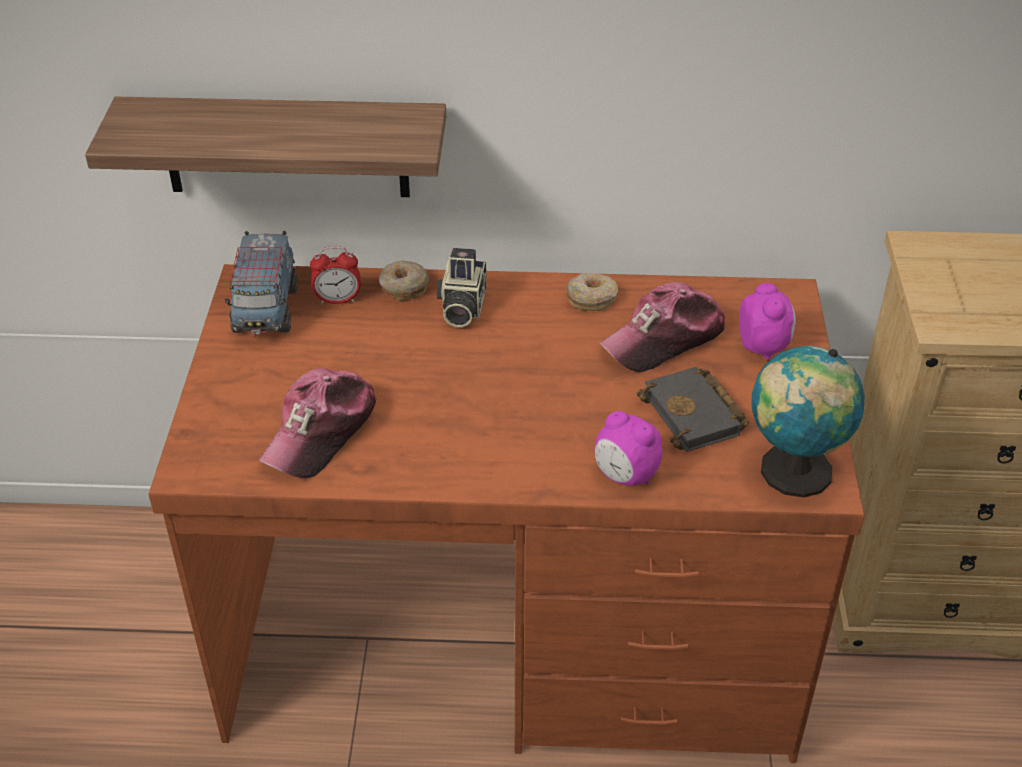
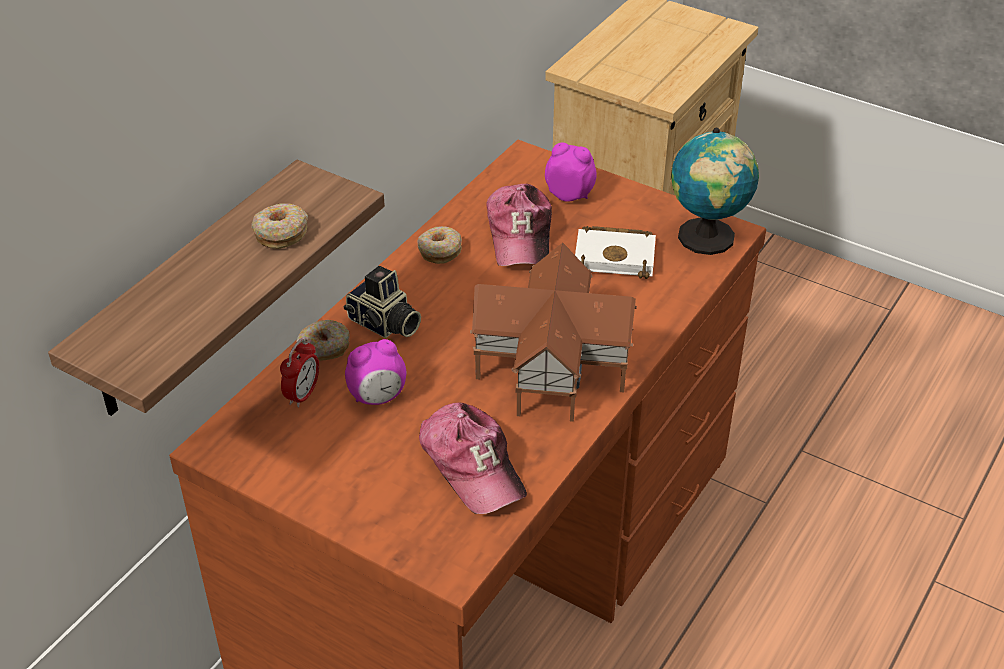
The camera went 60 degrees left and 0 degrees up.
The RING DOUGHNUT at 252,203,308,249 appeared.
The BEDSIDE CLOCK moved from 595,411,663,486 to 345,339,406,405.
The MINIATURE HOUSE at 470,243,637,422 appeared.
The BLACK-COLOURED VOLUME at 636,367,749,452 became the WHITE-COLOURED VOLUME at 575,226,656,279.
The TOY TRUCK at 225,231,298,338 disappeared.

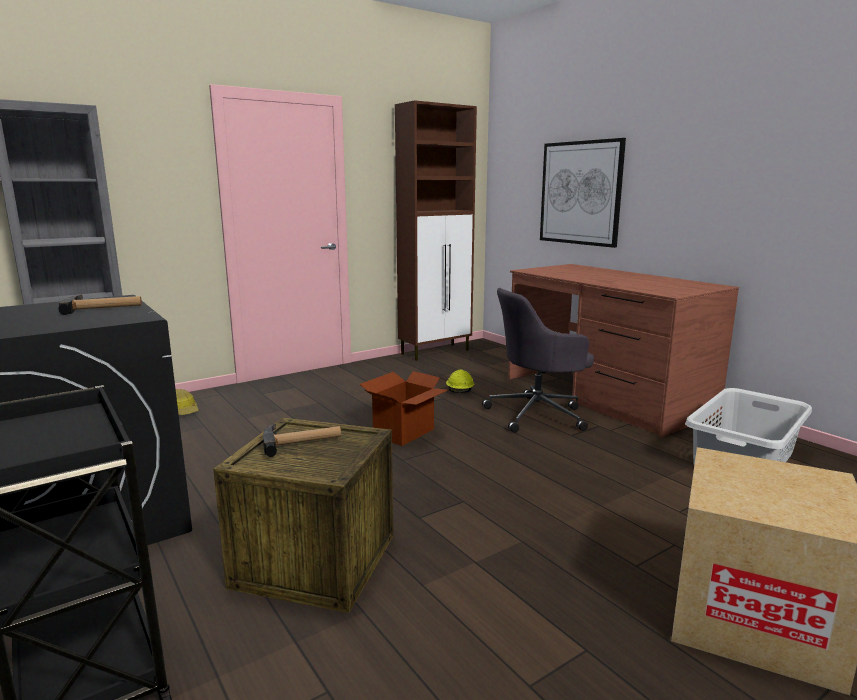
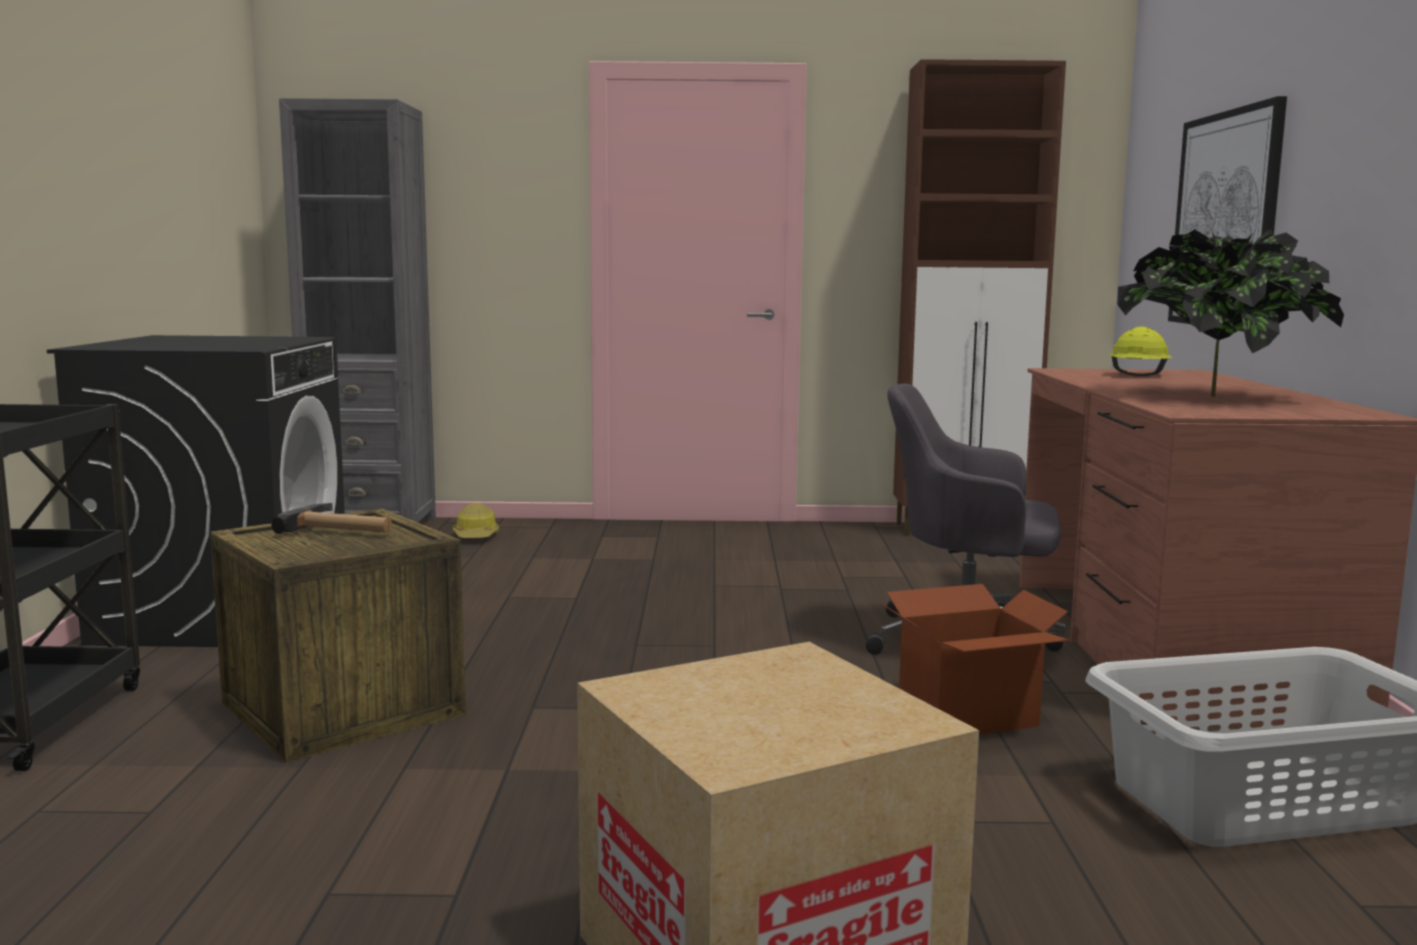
The camera went 35 degrees right and 5 degrees down.
The CARDBOARD BOX moved from 359,371,448,446 to 881,584,1070,735.
The YELLOW WORK HELMET moved from 446,370,474,393 to 1110,327,1172,376.
The PLANT IN A POT at 1117,229,1344,397 appeared.
The HAND HAMMER at 58,295,142,315 disappeared.

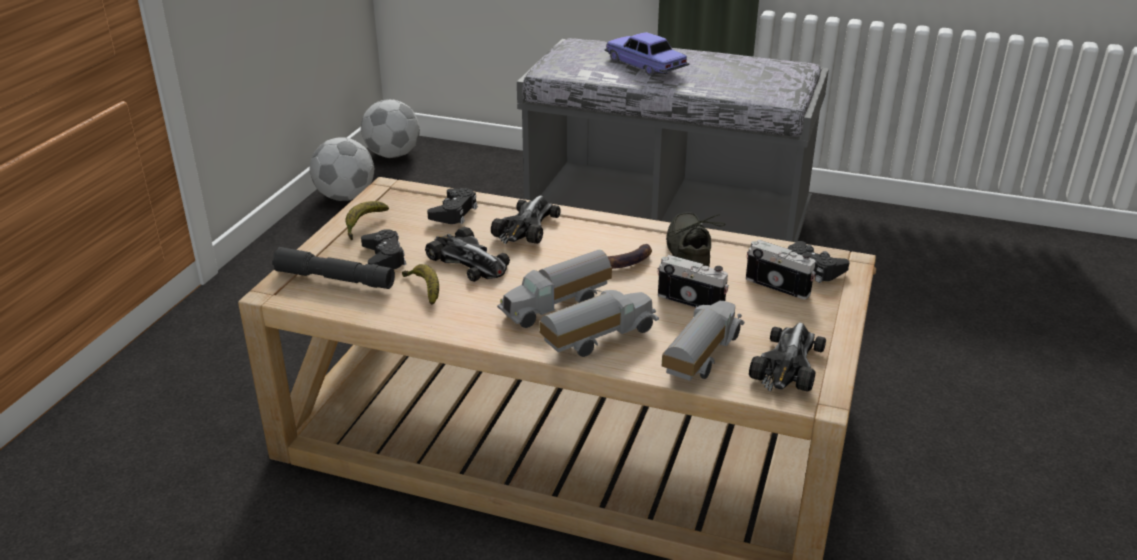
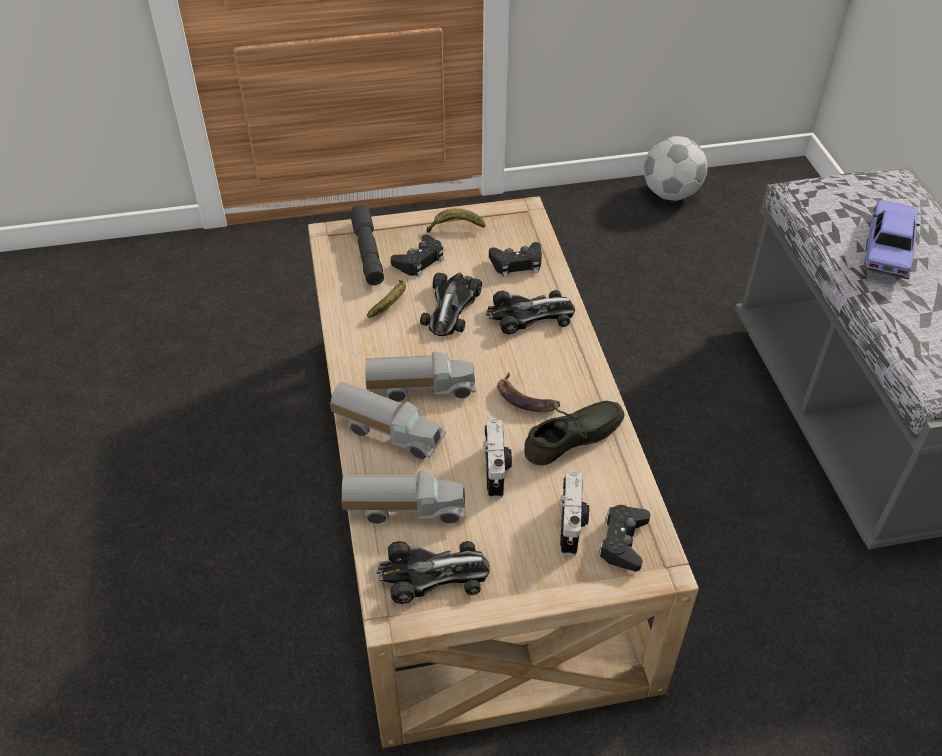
The camera went 60 degrees right and 15 degrees up.
The TOY TRUCK at 497,250,612,328 turned 150 degrees clockwise.
The BALL FOR FOOTBALL at 361,99,420,158 disappeared.

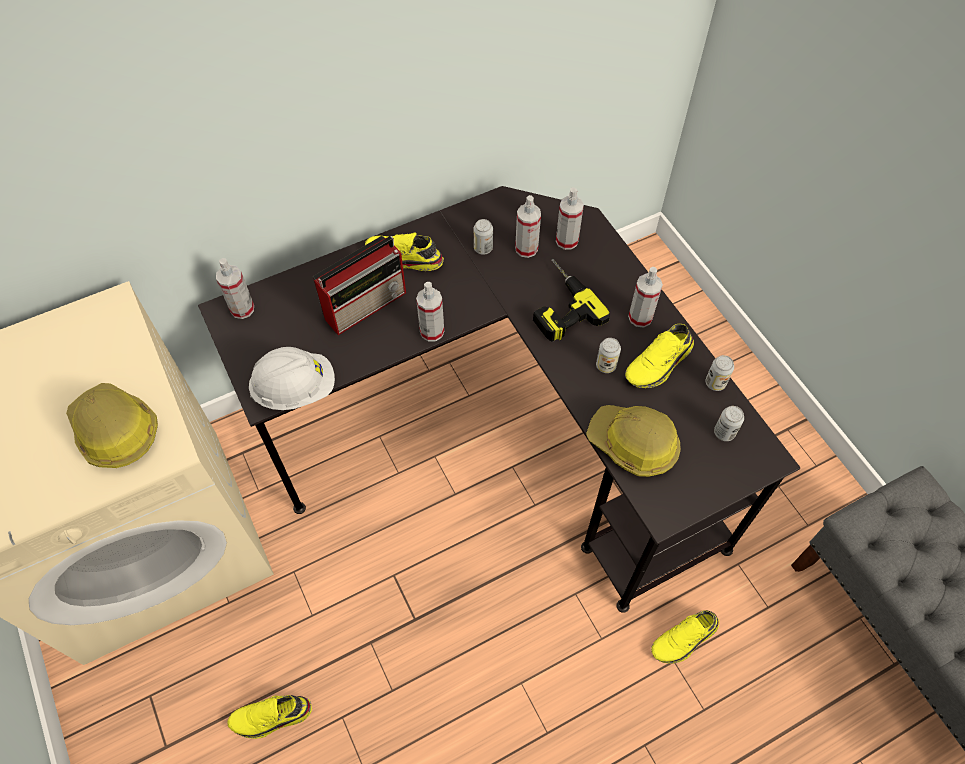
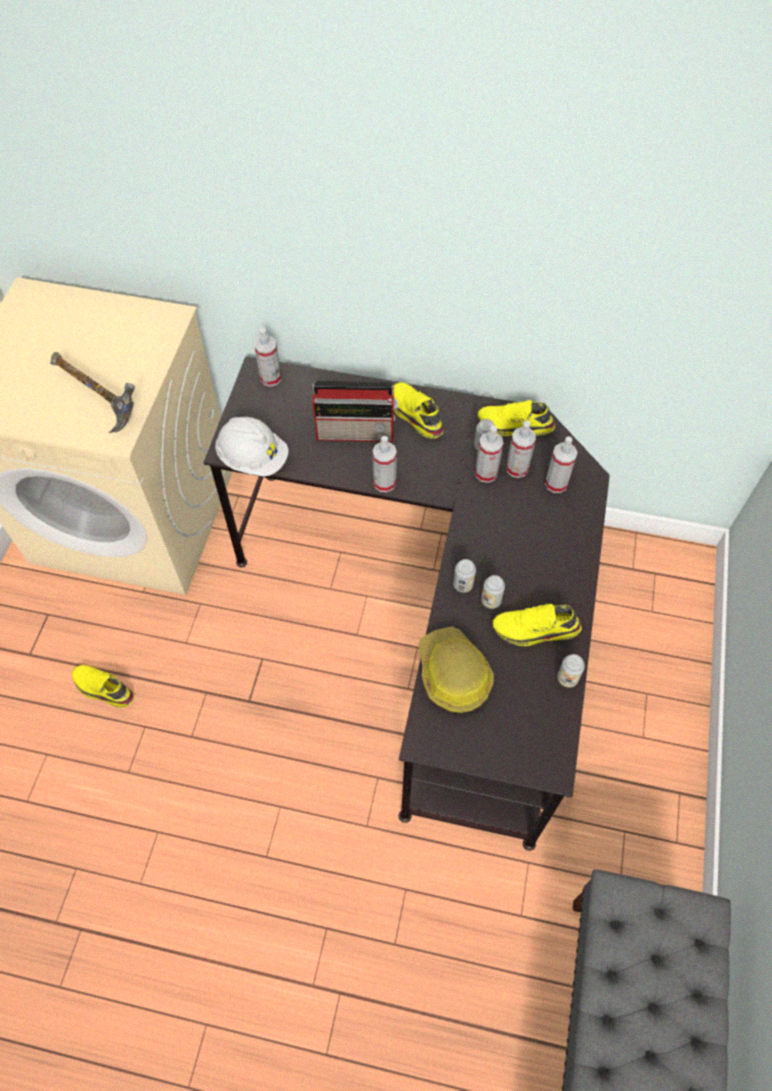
The camera went 40 degrees right and 0 degrees up.
The WORK HELMET at 66,383,158,468 was replaced by the HAND HAMMER at 50,352,135,433.
The METAL CAN moved from 714,406,744,441 to 453,559,476,593.
The SPRAYER moved from 628,267,663,327 to 475,426,503,483.
The YELLOW ITEM OF FOOTWEAR moved from 651,610,719,664 to 478,400,555,436.
The ELECTRIC DRILL at 533,258,610,342 disappeared.

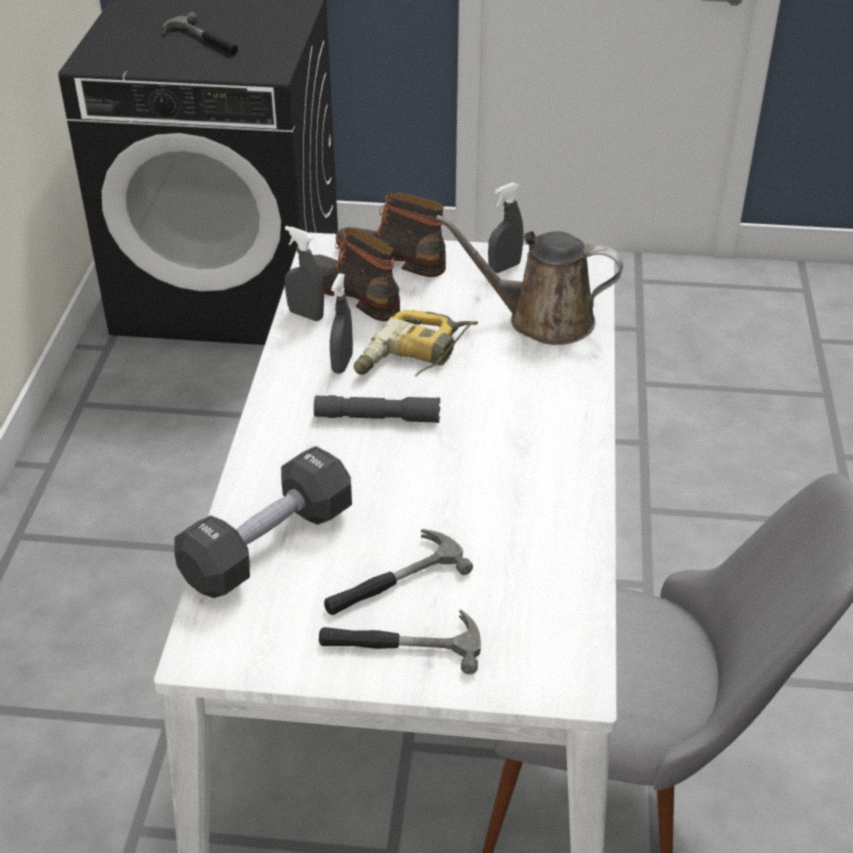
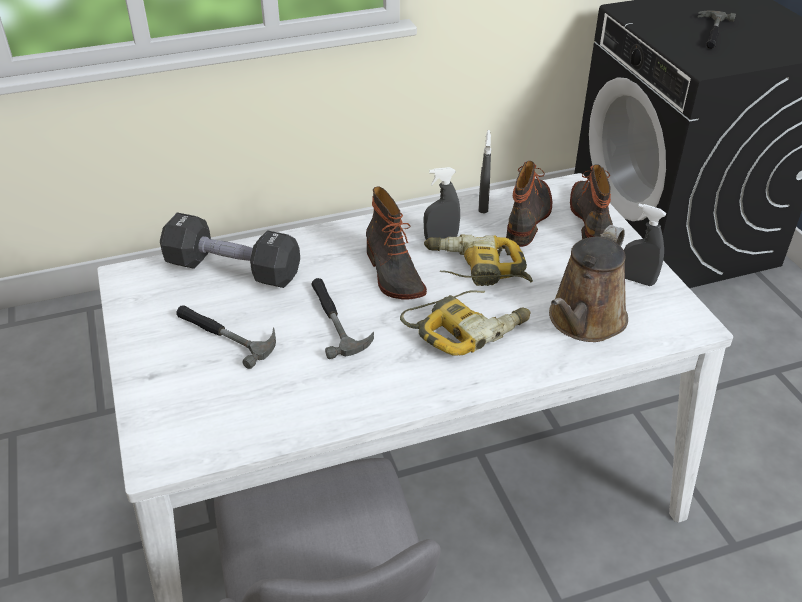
The camera went 65 degrees right and 0 degrees up.
The HAND HAMMER moved from 319,610,481,674 to 311,278,374,359.
The GREY HAND TORCH at 314,395,440,423 was replaced by the BOOT at 366,186,427,300.
The ELECTRIC DRILL at 400,290,531,355 appeared.
The BROWN WATERING CAN at 436,215,623,345 turned 135 degrees counterclockwise.

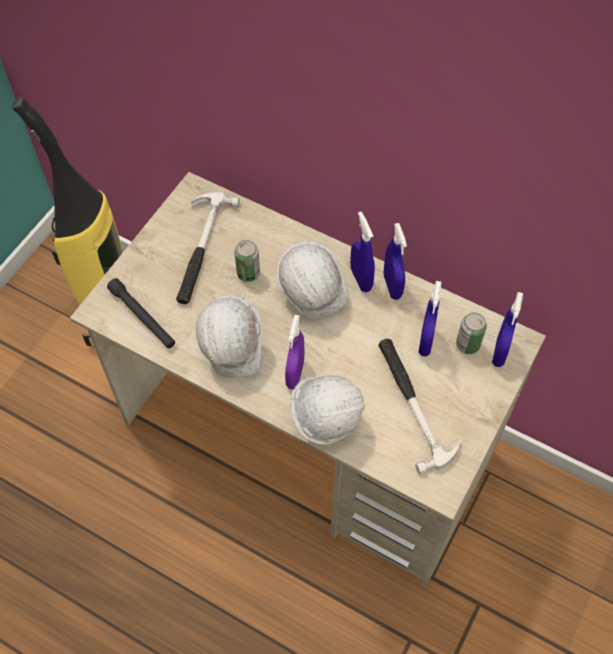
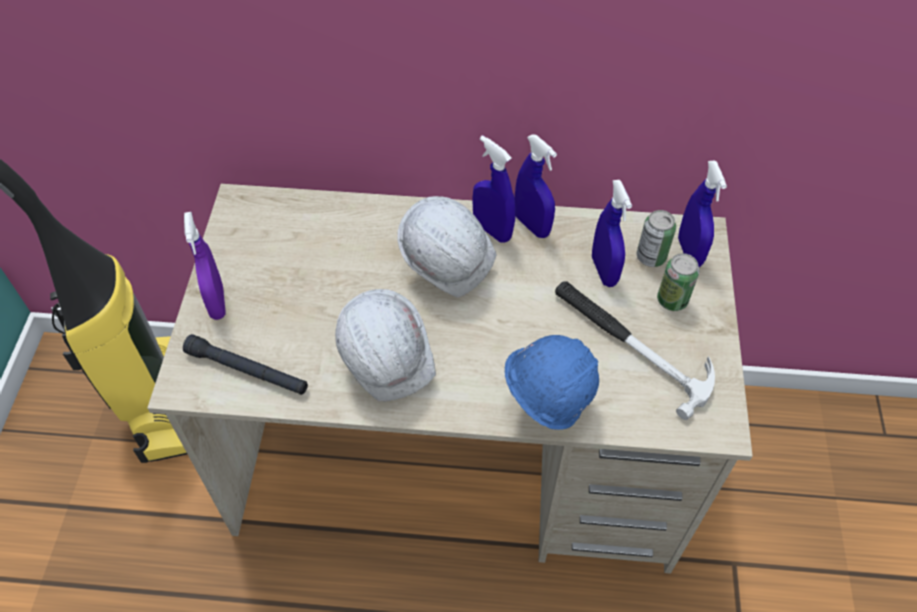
The camera went 25 degrees left and 5 degrees down.
The PURPLE SPRAYER moved from 285,315,304,390 to 184,212,226,320.
The WHITE-COLOURED WORK HELMET at 290,375,365,445 became the BLUE WORK HELMET at 505,335,599,430.
The METAL CAN moved from 234,240,260,282 to 657,253,699,311.
The HAND HAMMER at 176,192,240,304 disappeared.

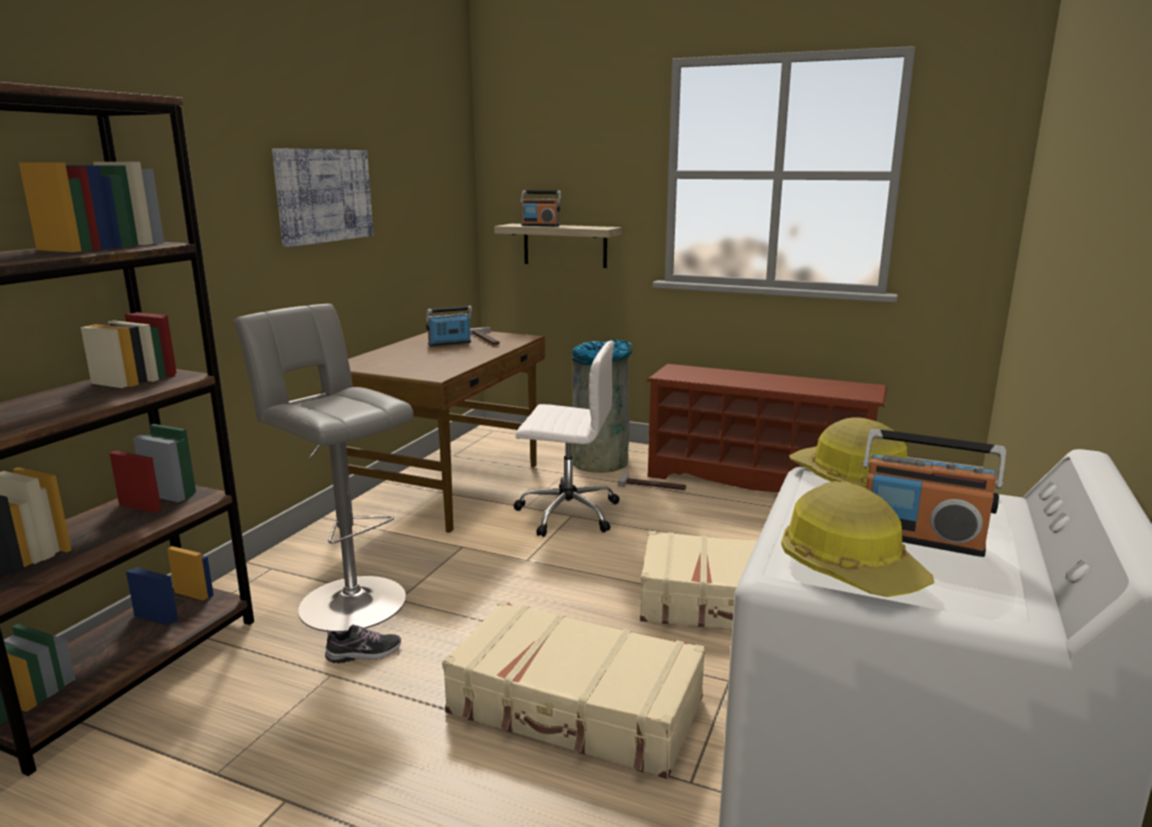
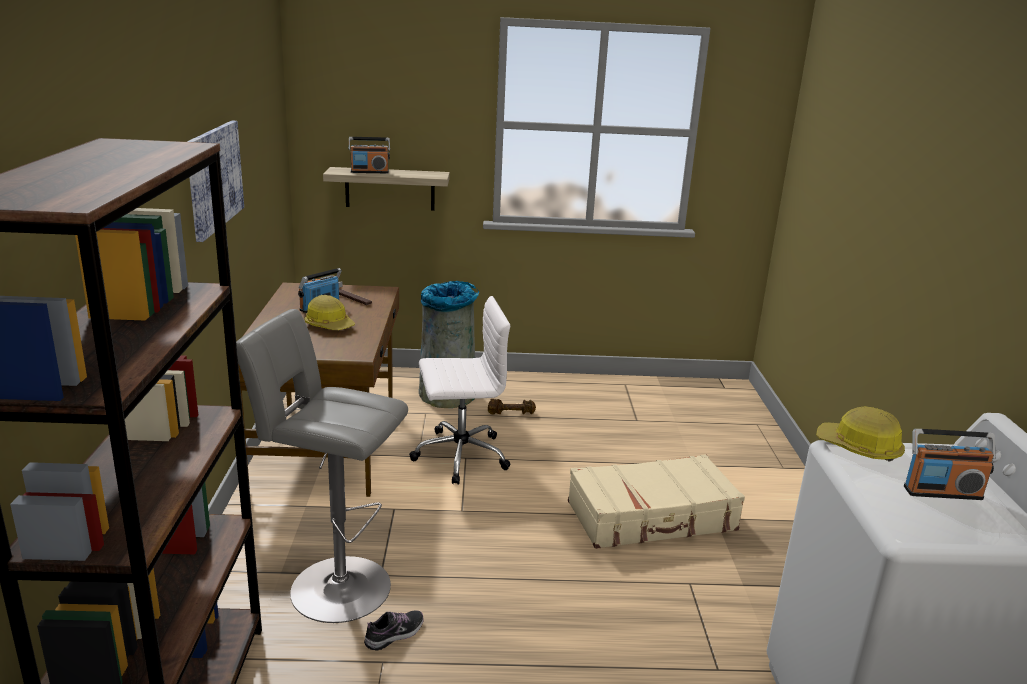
The camera went 25 degrees left and 5 degrees up.
The WORK HELMET moved from 781,481,934,597 to 304,295,355,330.
The HAND HAMMER at 618,472,686,490 was replaced by the BROWN DUMBBELL at 488,399,536,415.
The SAND-COLOURED SUITCASE at 442,600,705,779 disappeared.
The BROWN SHOE SHELF at 646,364,888,493 disappeared.

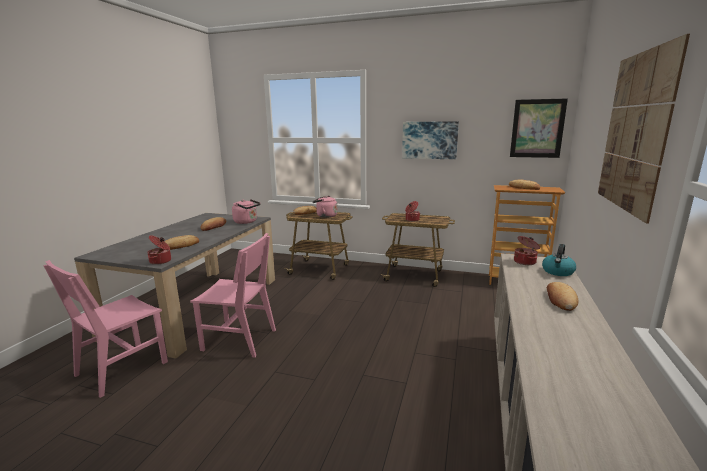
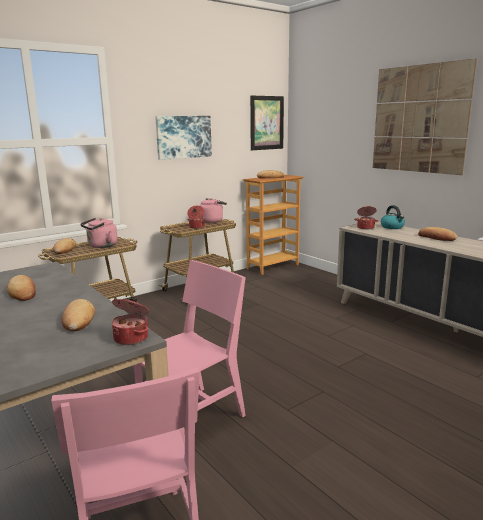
The camera went 55 degrees left and 0 degrees up.
The PINK-COLOURED KETTLE moved from 232,199,261,224 to 199,198,227,223.

